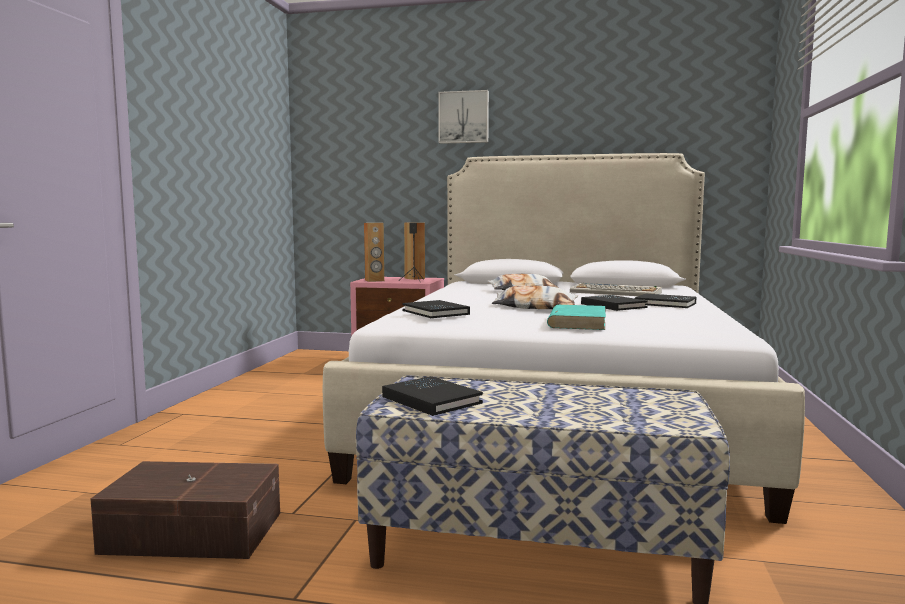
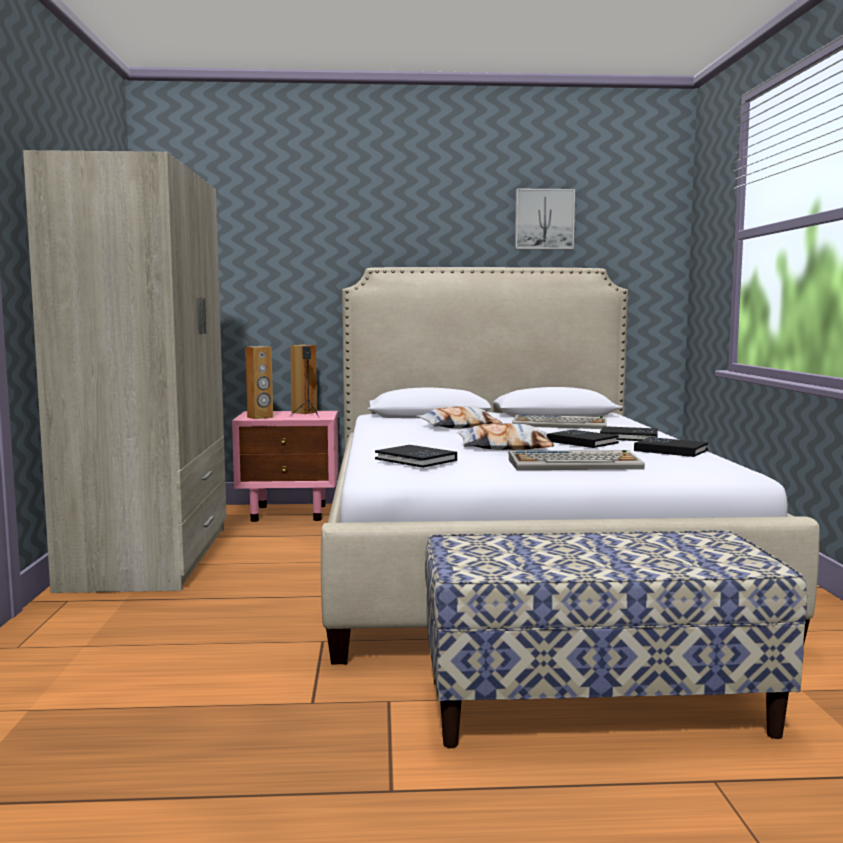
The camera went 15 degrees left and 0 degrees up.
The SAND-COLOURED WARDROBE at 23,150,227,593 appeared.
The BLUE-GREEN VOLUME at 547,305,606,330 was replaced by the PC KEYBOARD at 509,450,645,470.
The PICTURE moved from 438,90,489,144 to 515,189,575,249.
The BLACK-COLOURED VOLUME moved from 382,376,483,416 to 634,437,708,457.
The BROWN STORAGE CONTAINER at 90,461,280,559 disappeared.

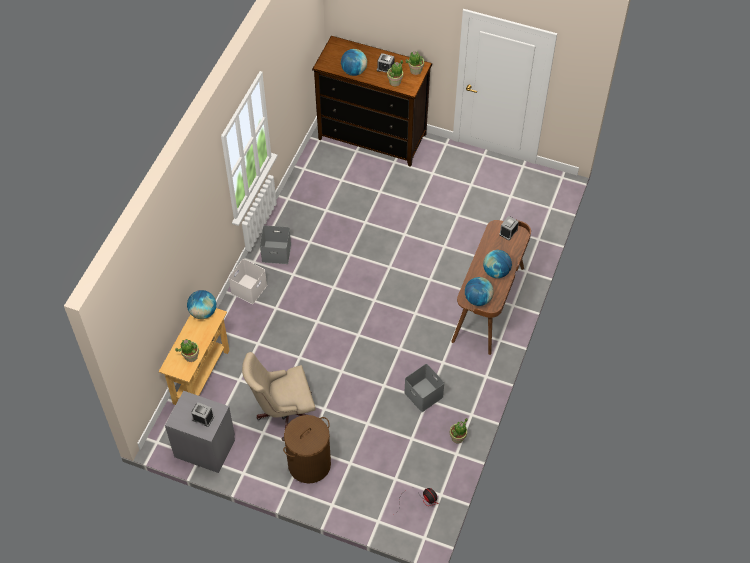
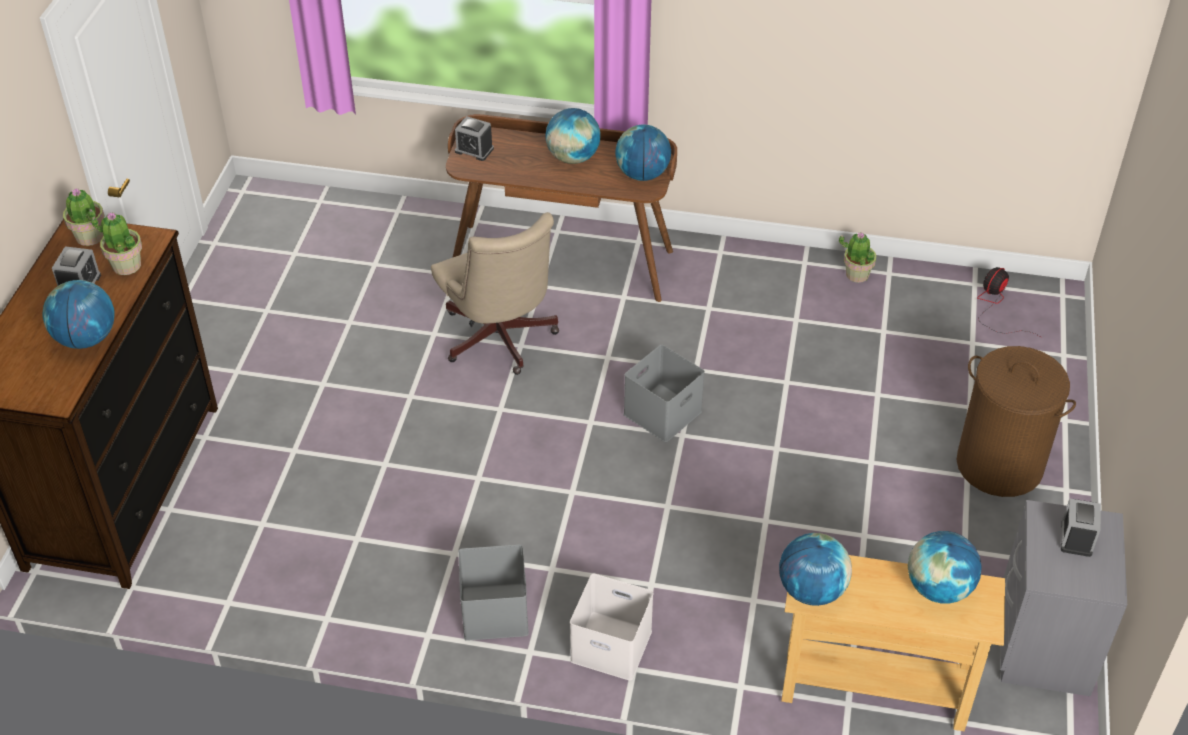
The camera went 100 degrees left and 10 degrees down.
The SAND-COLOURED DESK CHAIR moved from 242,352,316,441 to 431,212,559,375.
The GREY STORAGE CONTAINER moved from 404,364,445,412 to 623,345,705,442.
The PLANT IN A POT at 175,339,199,362 was replaced by the WORLD GLOBE at 908,531,982,604.

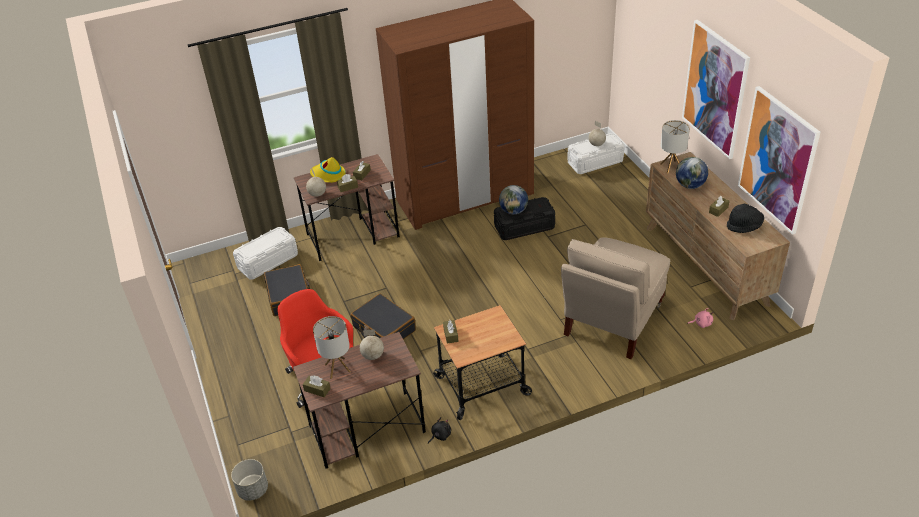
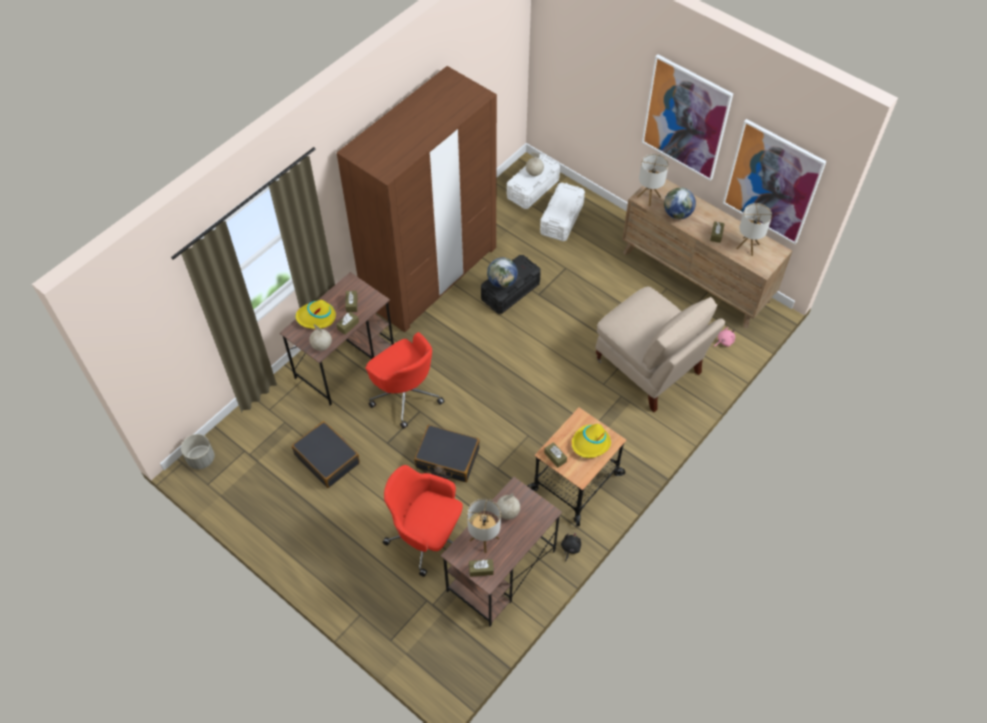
The camera went 30 degrees left and 15 degrees up.
The GREY PLANT POT moved from 231,459,268,501 to 181,434,214,469.
The RED-COLOURED DESK CHAIR at 365,332,445,429 appeared.
The WHITE-COLOURED STORAGE CONTAINER moved from 233,227,298,280 to 540,183,585,241.
The YELLOW HAT at 571,424,611,458 appeared.
The SAND-COLOURED UPRIGHT CHAIR at 561,237,670,359 turned 45 degrees counterclockwise.
The BLACK-COLOURED HAT at 727,204,764,233 was replaced by the TABLE LAMP at 736,203,772,256.

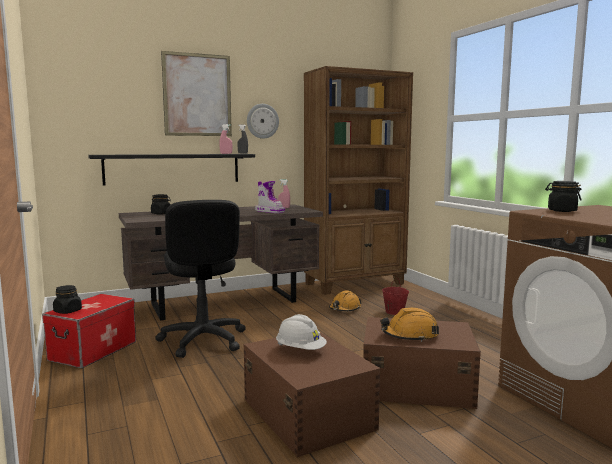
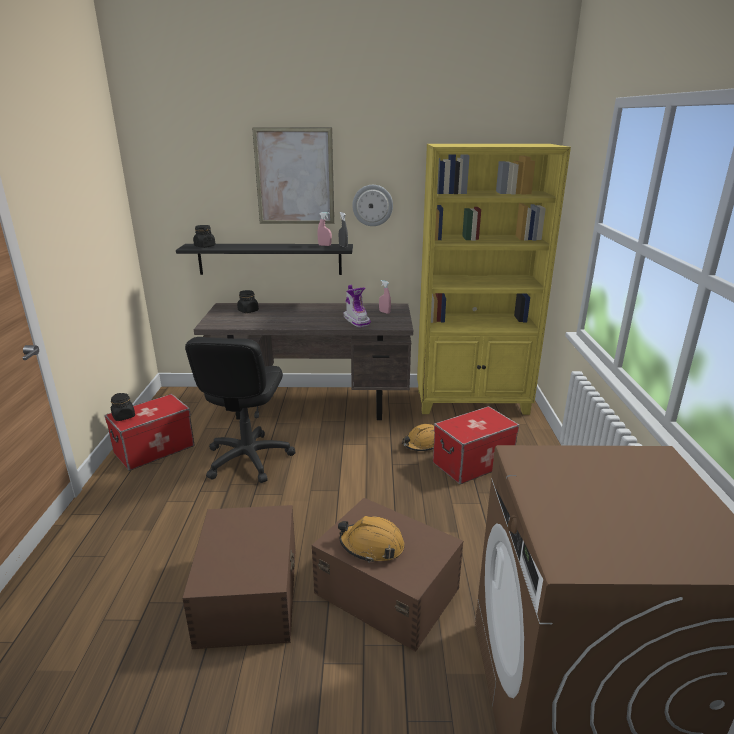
The camera went 25 degrees right and 15 degrees up.
The BLACK-COLOURED JAR moved from 545,181,581,212 to 193,225,215,248.
The BROWN BOOKSHELF at 304,66,413,295 became the YELLOW BOOKSHELF at 417,144,571,415.
The RED-COLOURED PAIL at 382,275,409,315 was replaced by the STORAGE CONTAINER at 433,406,519,484.
The WHITE-COLOURED WORK HELMET at 276,314,327,350 disappeared.

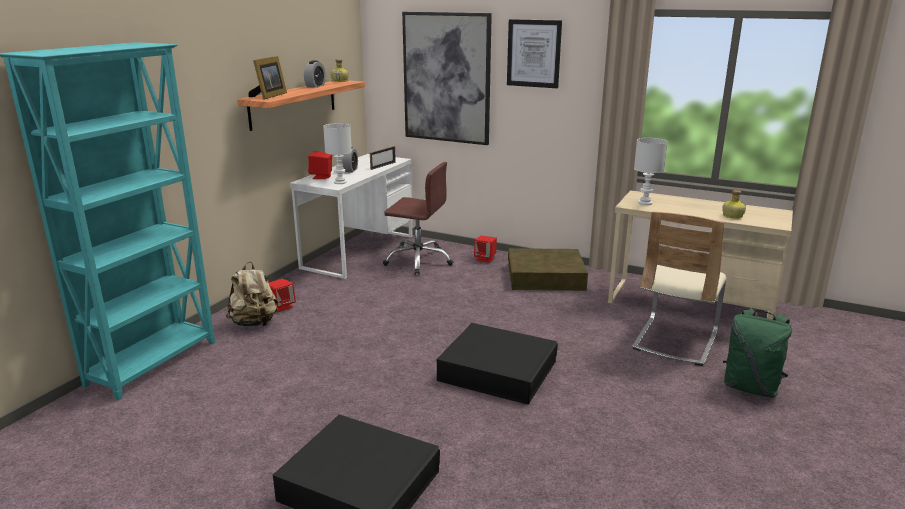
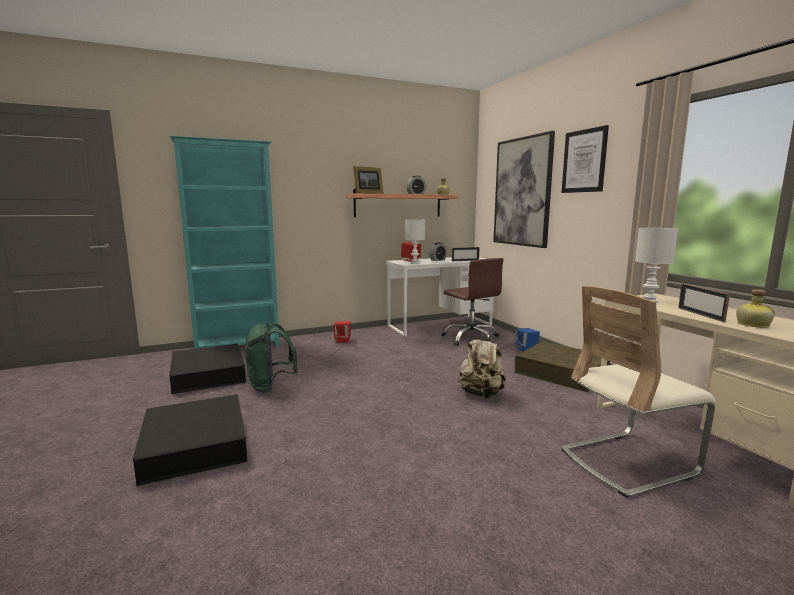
The camera went 40 degrees right and 10 degrees down.
The BLACK-COLOURED STORAGE CONTAINER moved from 436,323,558,405 to 169,344,246,394.
The GREEN-COLOURED BACKPACK moved from 723,309,792,398 to 245,322,298,393.
The SAND-COLOURED BACKPACK moved from 225,262,278,326 to 458,333,506,399.
The RED-COLOURED AUDIO SPEAKER at 474,236,497,263 became the BLUE AUDIO SPEAKER at 515,328,540,351.
The STANDING FRAME at 678,283,730,322 appeared.

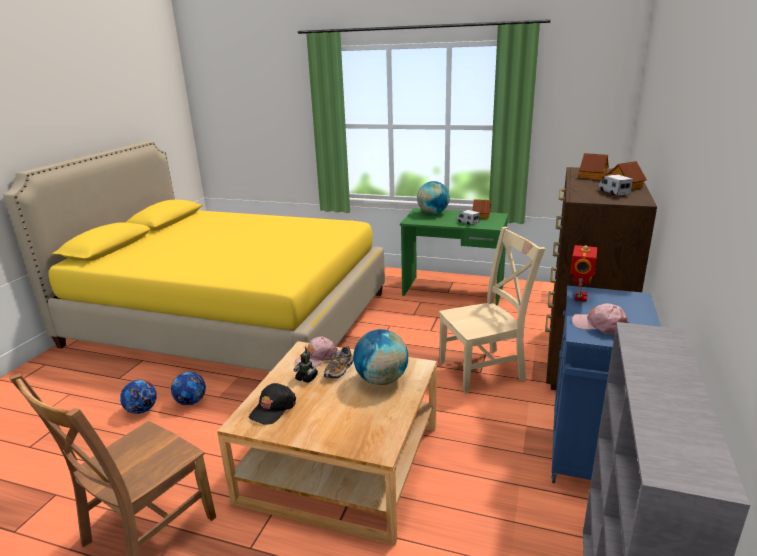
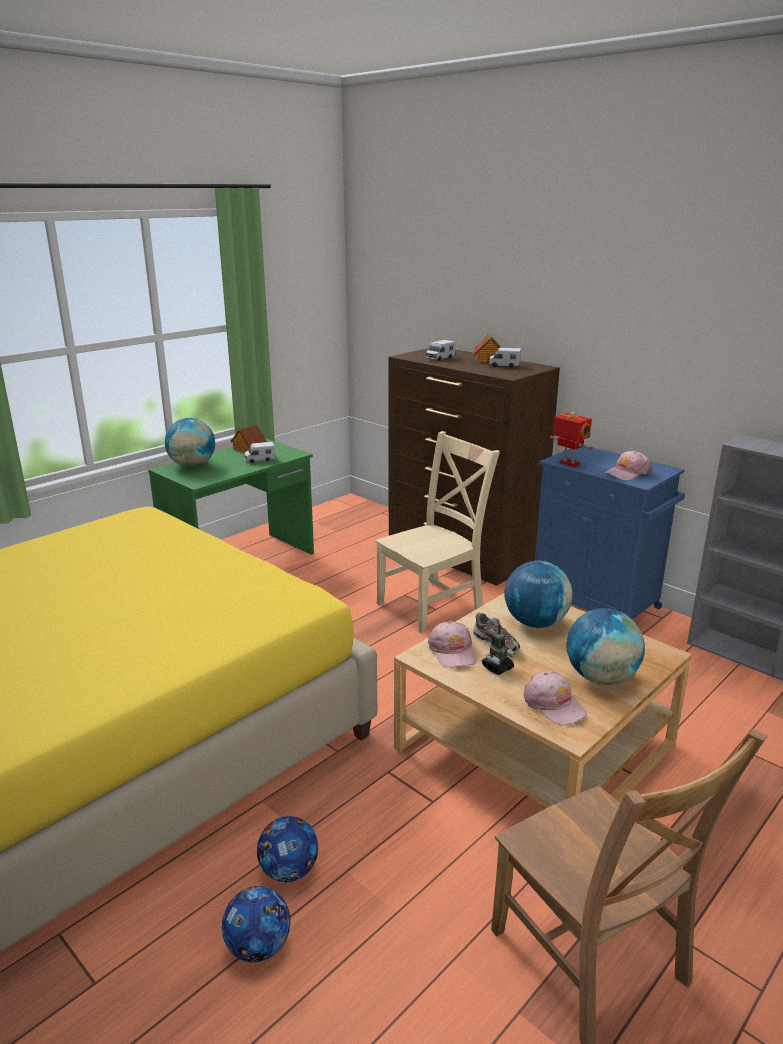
The camera went 65 degrees left and 0 degrees up.
The SAND-COLOURED UPRIGHT CHAIR at 439,226,545,394 turned 45 degrees clockwise.
The MINIATURE HOUSE at 579,153,609,180 was replaced by the TOY TRUCK at 425,340,456,361.
The BLACK-COLOURED CAP at 249,383,296,425 became the PINK-COLOURED CAP at 523,671,587,726.
The WORLD GLOBE at 566,608,645,685 appeared.

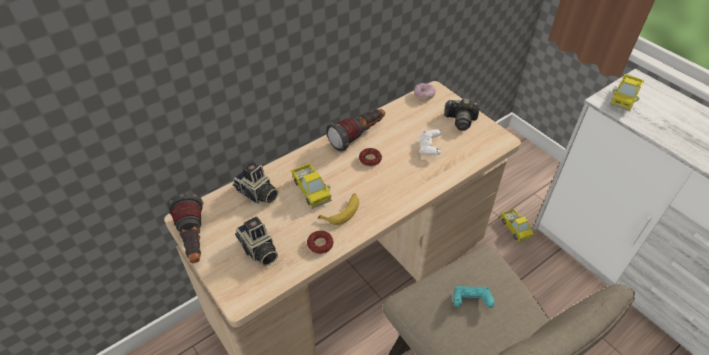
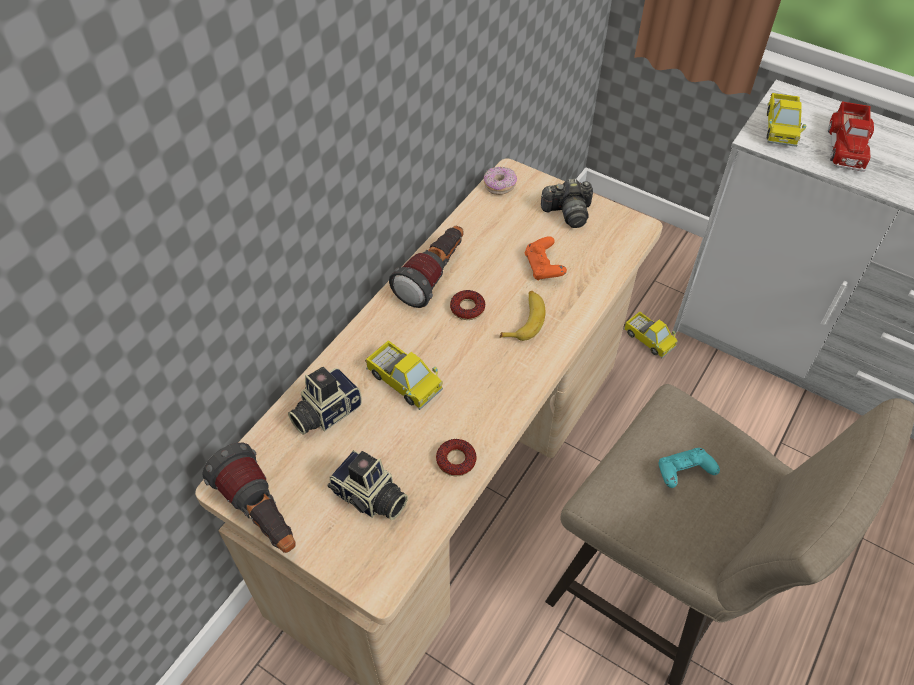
The camera went 20 degrees left and 5 degrees up.
The STILL CAMERA at 233,162,278,204 turned 120 degrees clockwise.
The BANANA FRUIT moved from 318,193,359,225 to 500,291,545,341.
The WHITE-COLOURED JOYPAD at 419,129,441,155 became the ORANGE JOYPAD at 525,236,567,281.
The TOY TRUCK at 828,101,874,172 appeared.

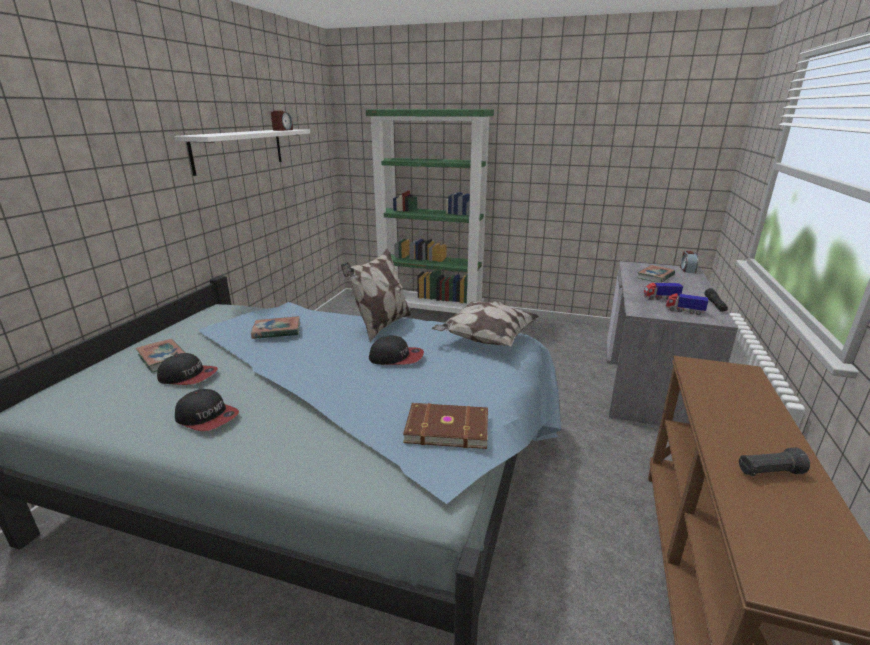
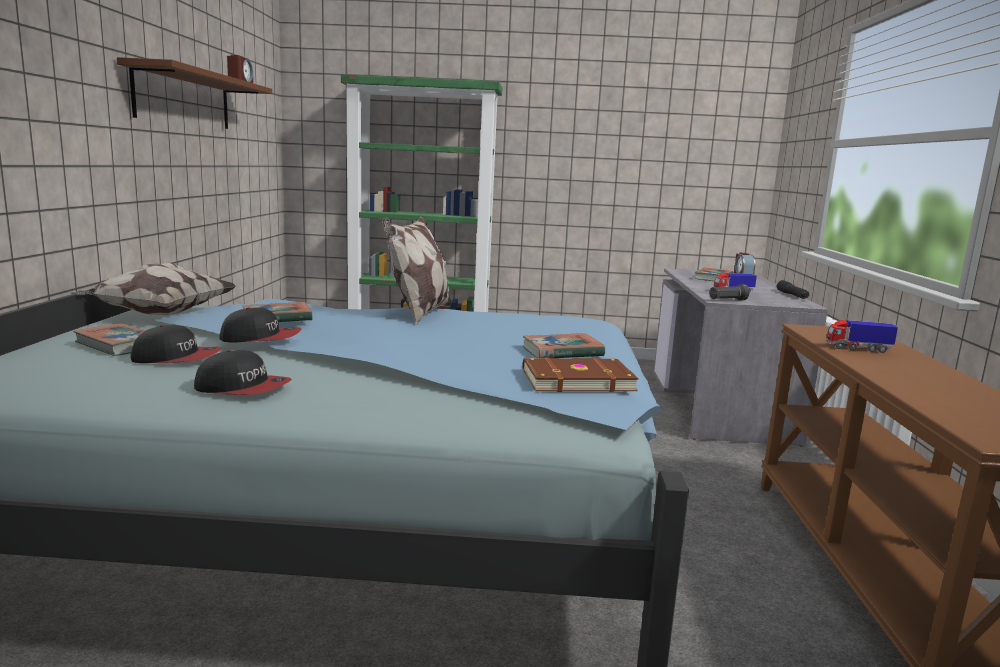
The camera went 15 degrees left and 10 degrees down.
The CUSHION moved from 432,301,540,347 to 70,263,236,315.
The WHITE-COLOURED WALL SHELF at 174,129,310,176 became the BROWN WALL SHELF at 117,57,272,129.
The CAP moved from 369,336,424,365 to 219,307,301,343.
The VOLUME at 523,333,605,358 appeared.
The BLACK-COLOURED HAND TORCH moved from 739,448,810,476 to 709,284,750,300.
The TOY TRUCK moved from 665,293,708,315 to 826,320,898,353.

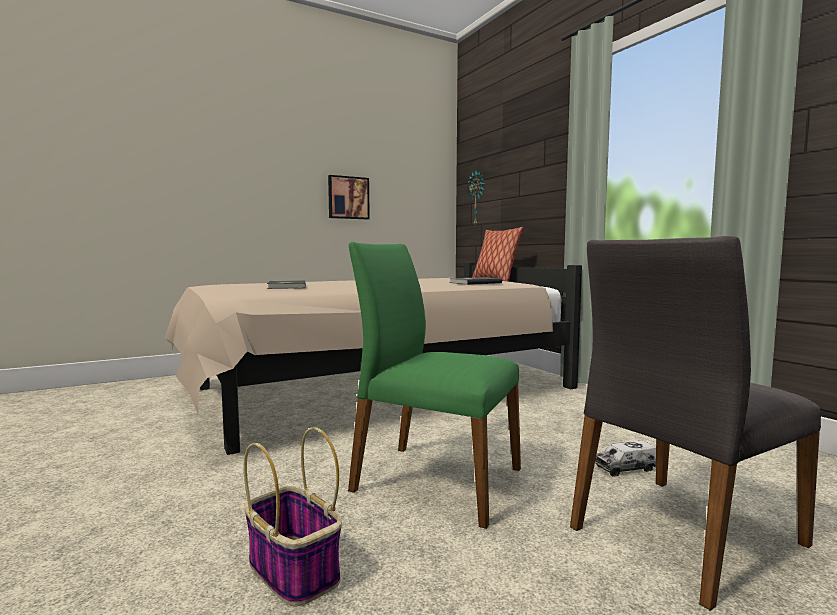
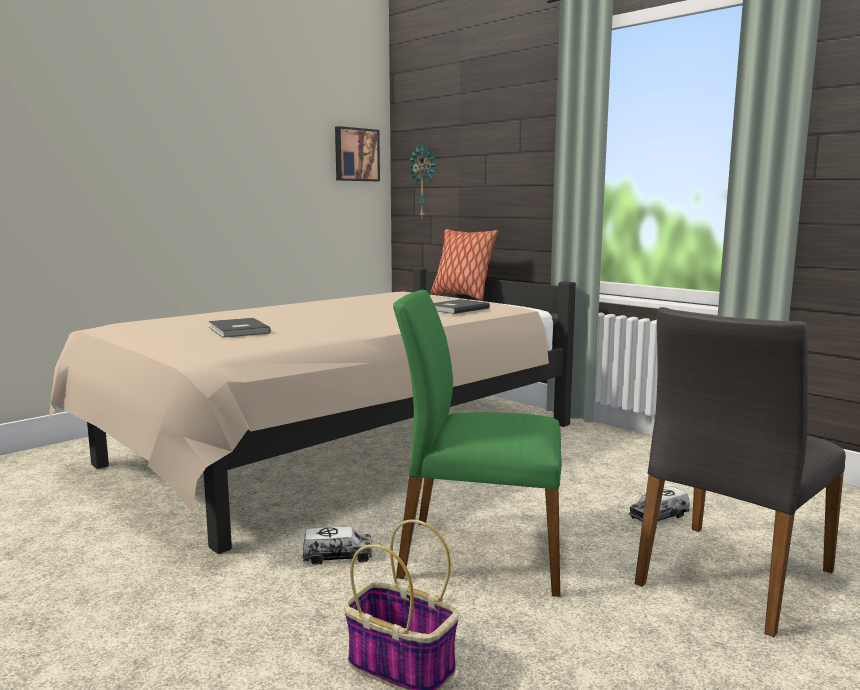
The camera went 15 degrees left and 5 degrees up.
The TOY TRUCK at 302,527,372,565 appeared.
The PICTURE moved from 328,175,370,219 to 335,126,380,181.

